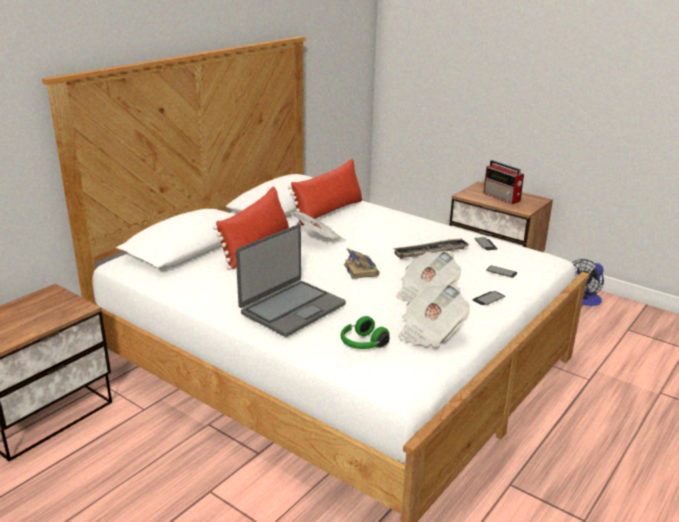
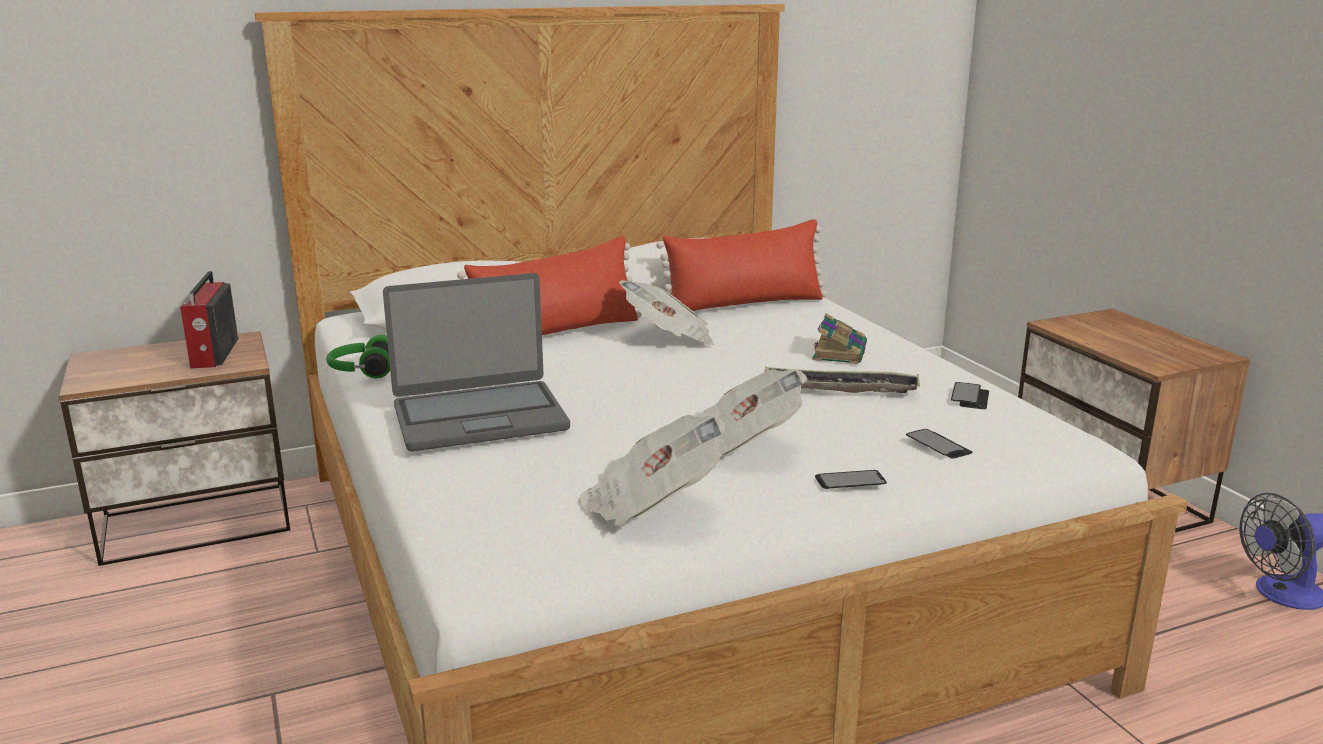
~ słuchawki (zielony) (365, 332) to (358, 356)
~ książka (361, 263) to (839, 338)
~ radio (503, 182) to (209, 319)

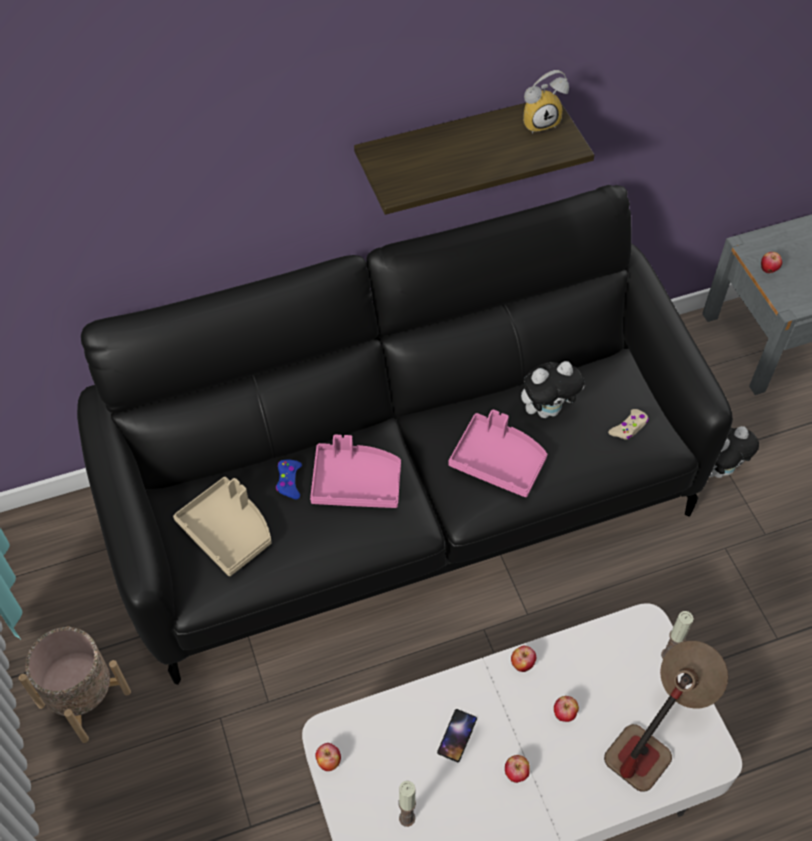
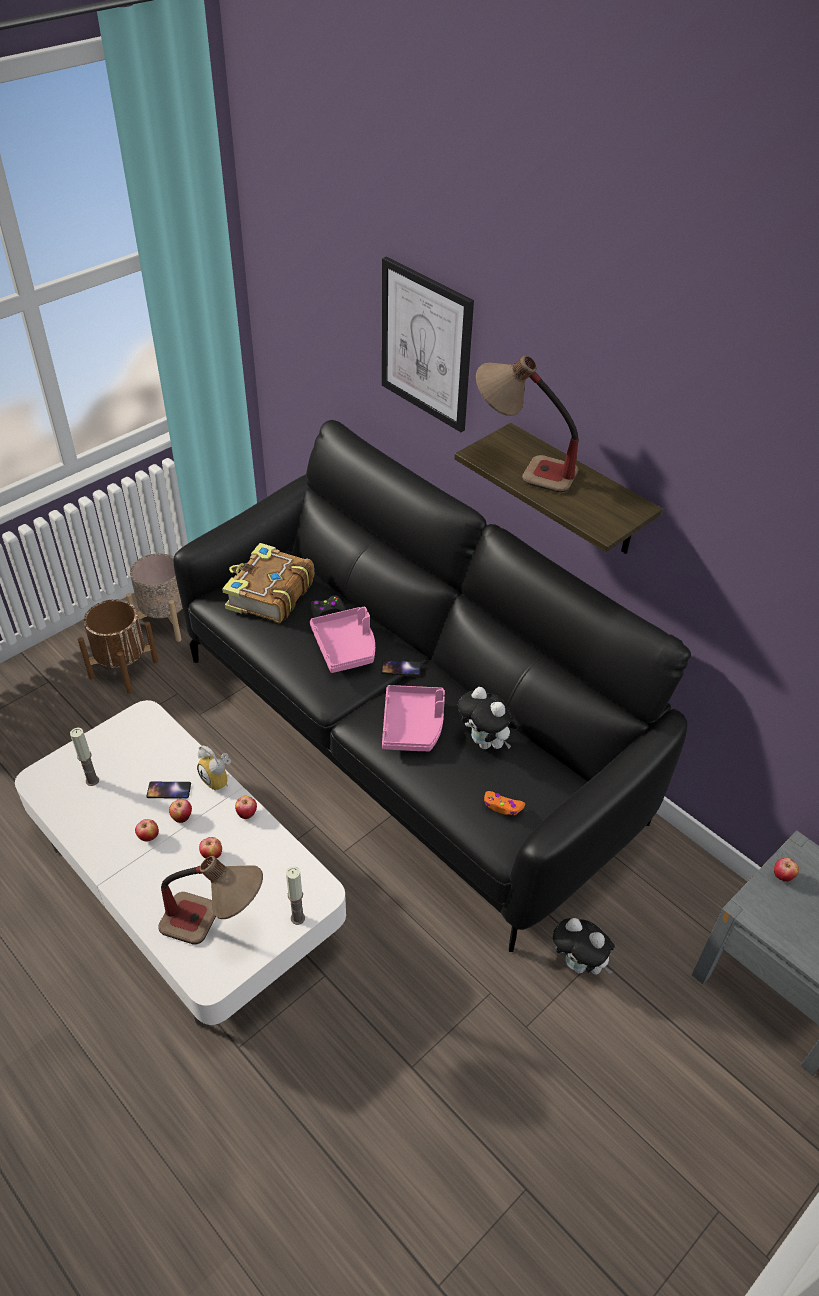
~ taca (beżowy) (222, 526) to książka (268, 583)
~ pad do gier (niebieski) (289, 479) to pad do gier (czarny) (328, 606)
~ jabłko (328, 757) to (180, 811)
~ budzik (546, 102) to (214, 768)
~ pad do gier (beżowy) (628, 424) to pad do gier (pomarańczowy) (504, 803)
+ donica (brązowy) (118, 646)
+ telefon (401, 668)
+ obraz (428, 344)
+ lampa stołowa (527, 424)

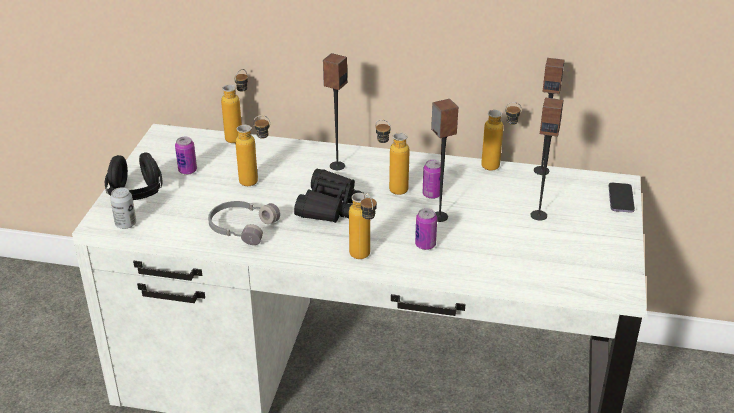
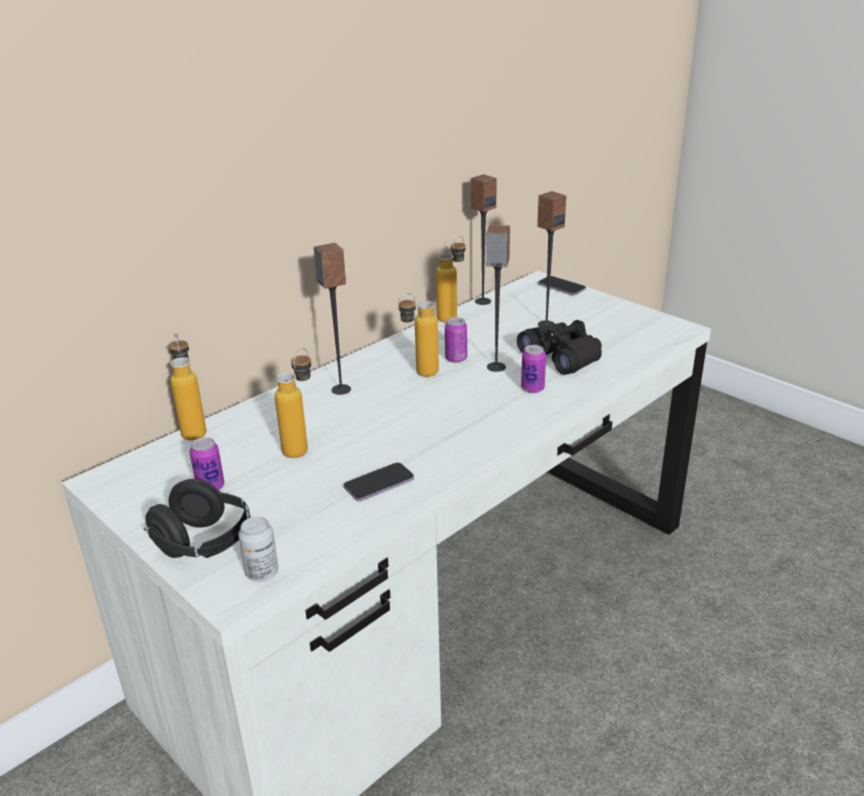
~ słuchawki (szary) (244, 223) to telefon (379, 482)
~ lornetka (czarny) (328, 196) to (559, 347)
- butelka (363, 226)

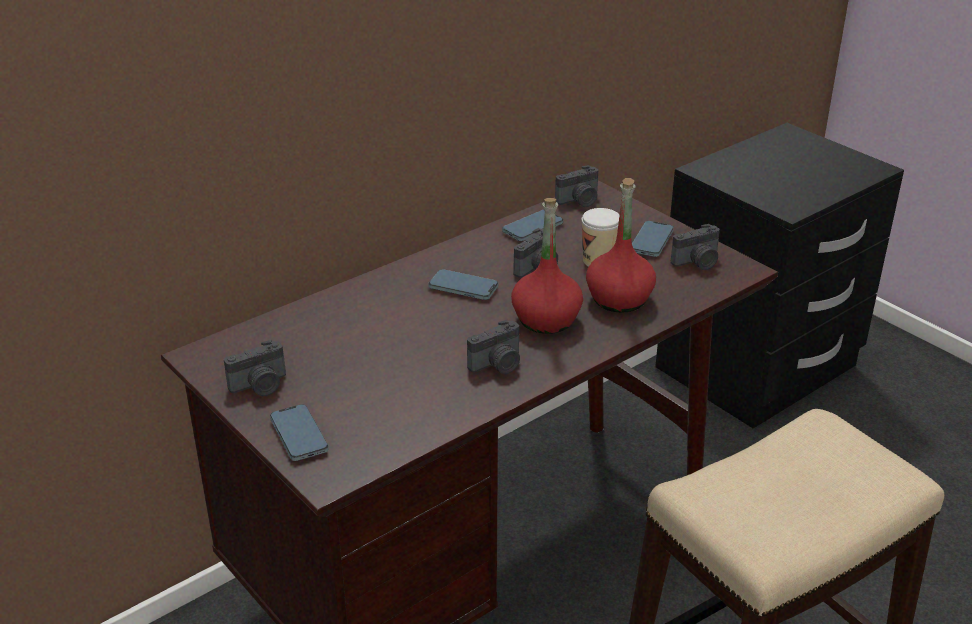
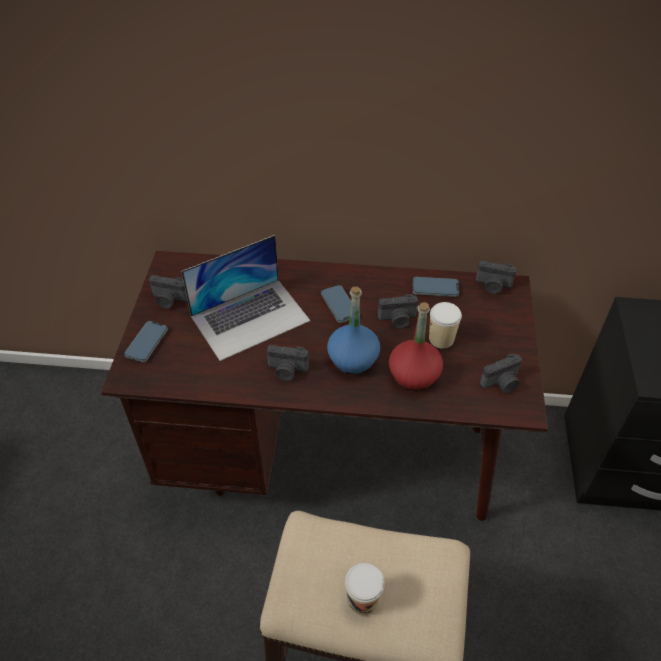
~ butelka (czerwony) (547, 266) to butelka (niebieski) (353, 330)
- telefon (653, 239)
~ aparat fotograficzny (695, 247) = (501, 373) 45 degrees counterclockwise
+ laptop (245, 298)
+ filiżanka (365, 589)

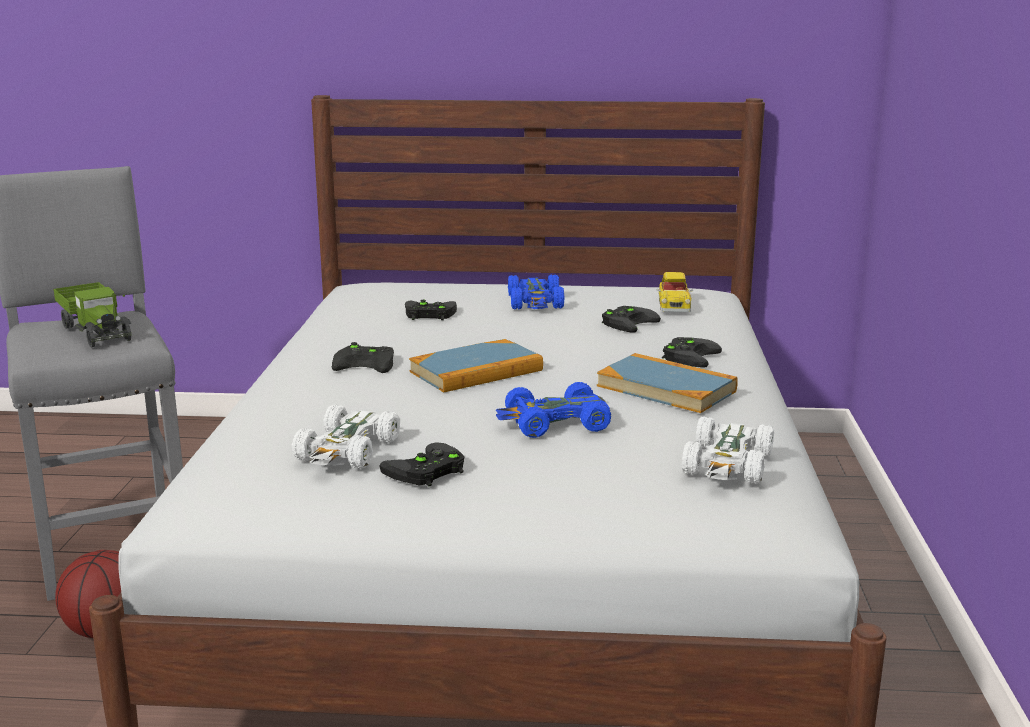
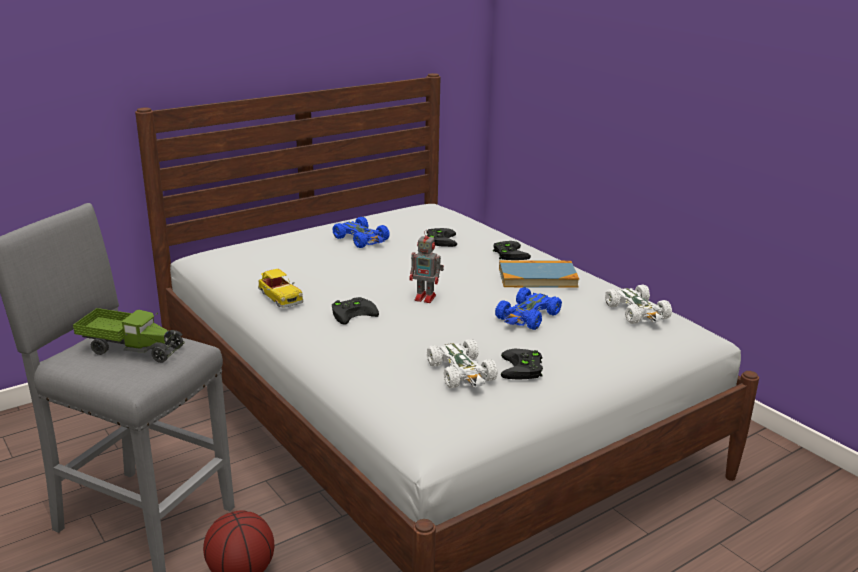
- pad do gier (czarny) (431, 310)
~ książka (476, 366) to robot zabawkowy (427, 266)
~ samochodzik (674, 292) to (280, 288)

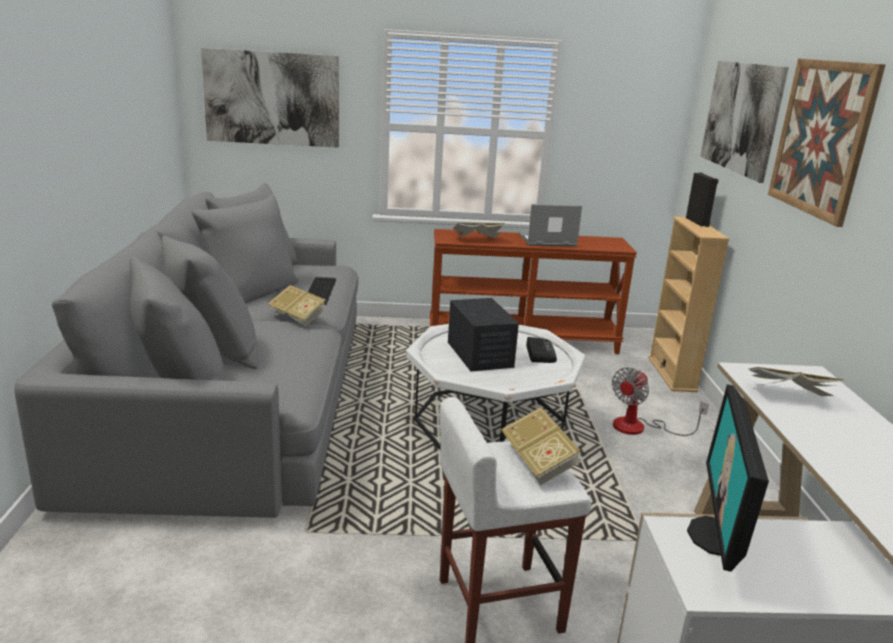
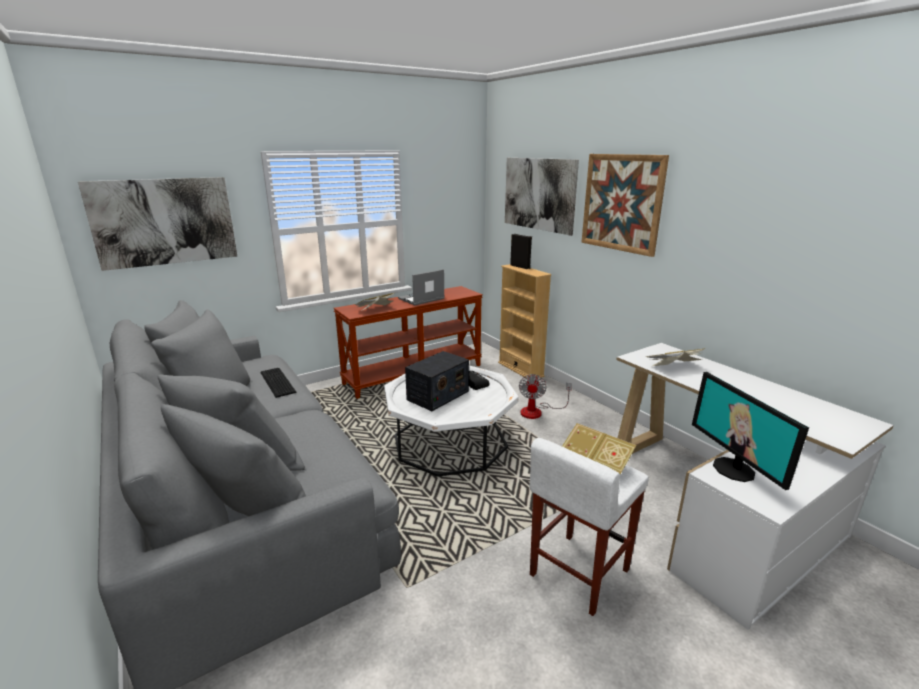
- książka (296, 306)
~ radio (483, 335) = (437, 381) 90 degrees clockwise

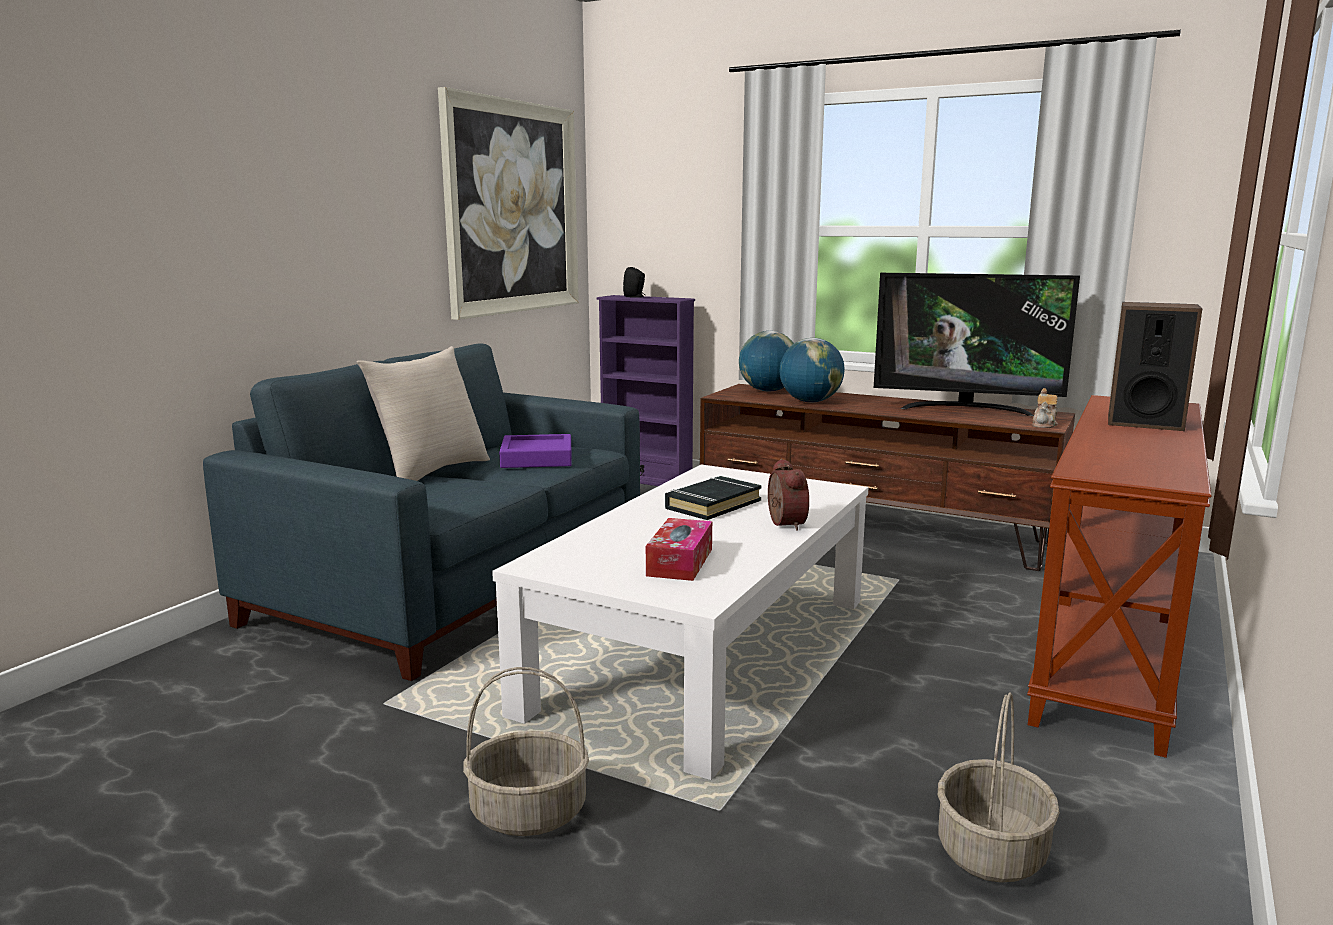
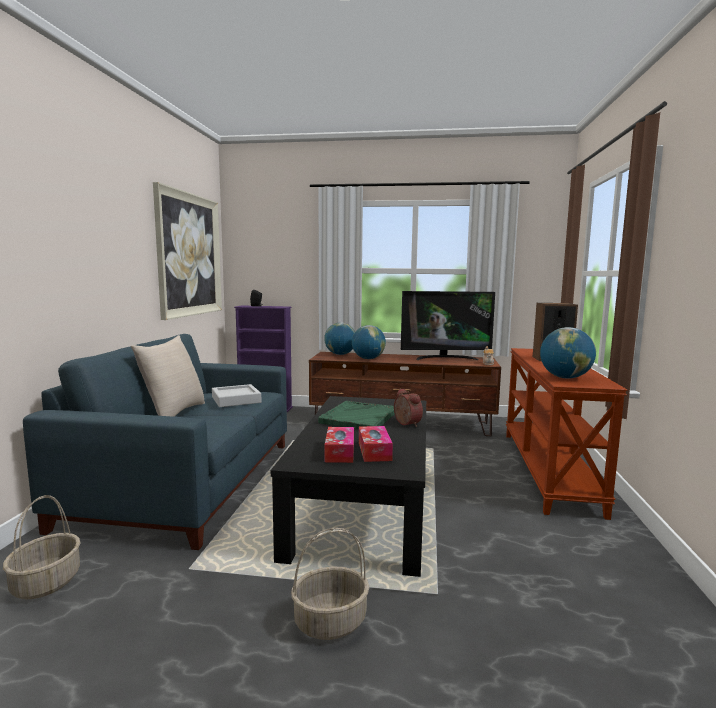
~ ława (biały) (680, 622) to ława (czarny) (348, 486)
~ taca (fioletowy) (535, 451) to taca (szary) (236, 395)
~ książka (czarny) (713, 498) to taca (zielony) (356, 415)
~ koszyk (999, 788) to (42, 547)
+ pudełko chusteczek (339, 445)
+ globus (568, 353)

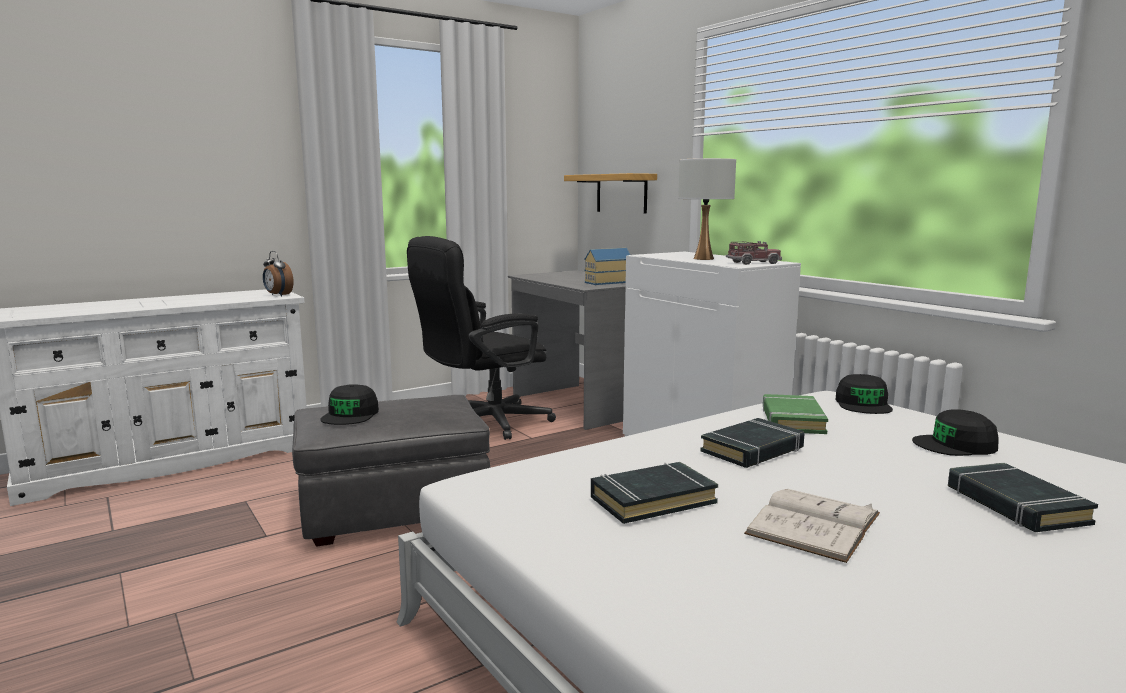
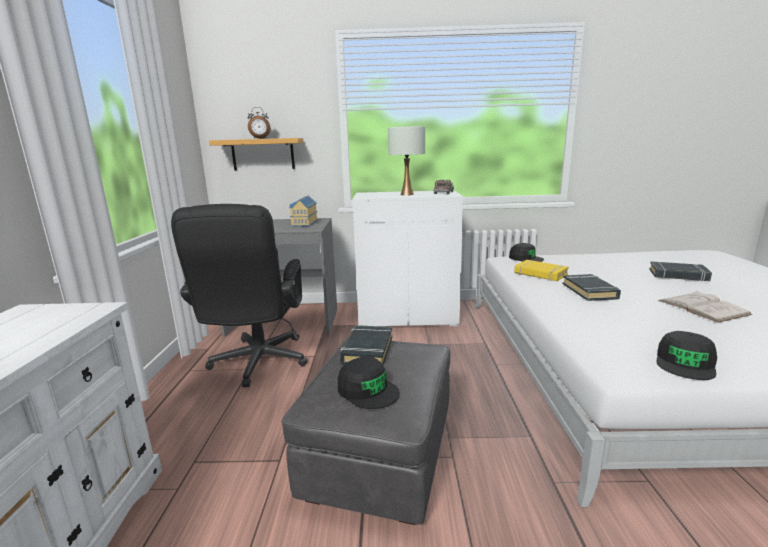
~ budzik (278, 274) to (259, 123)
~ książka (czarny) (654, 493) to (366, 345)
~ książka (zielony) (795, 414) to książka (żółty) (541, 270)
~ czapka z daszkiem (czarny) (955, 432) to (687, 355)

